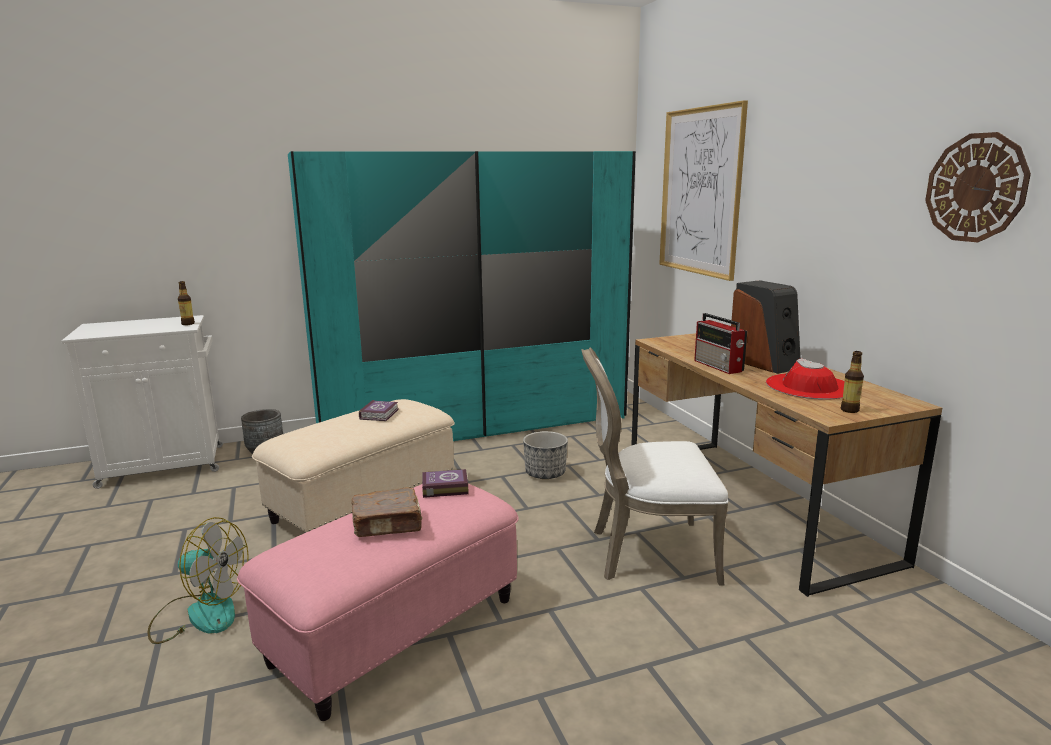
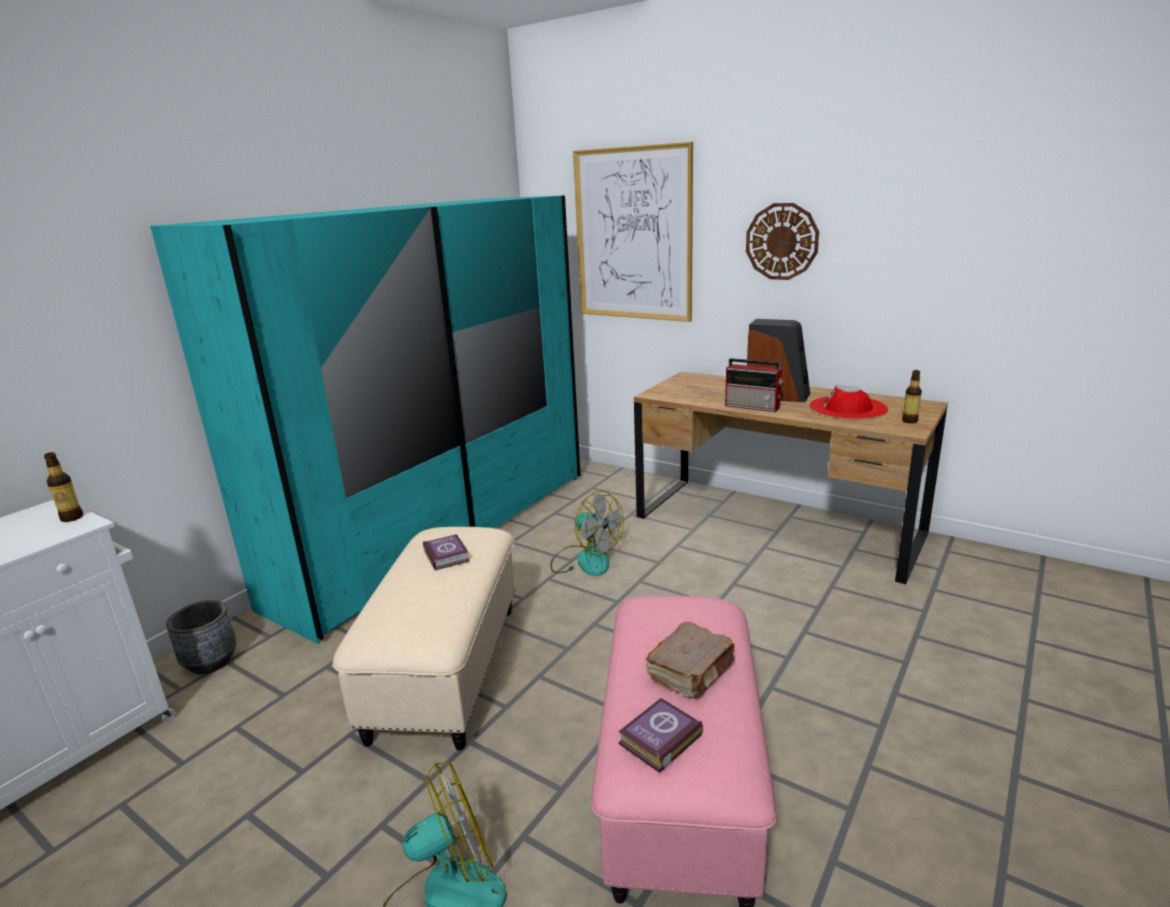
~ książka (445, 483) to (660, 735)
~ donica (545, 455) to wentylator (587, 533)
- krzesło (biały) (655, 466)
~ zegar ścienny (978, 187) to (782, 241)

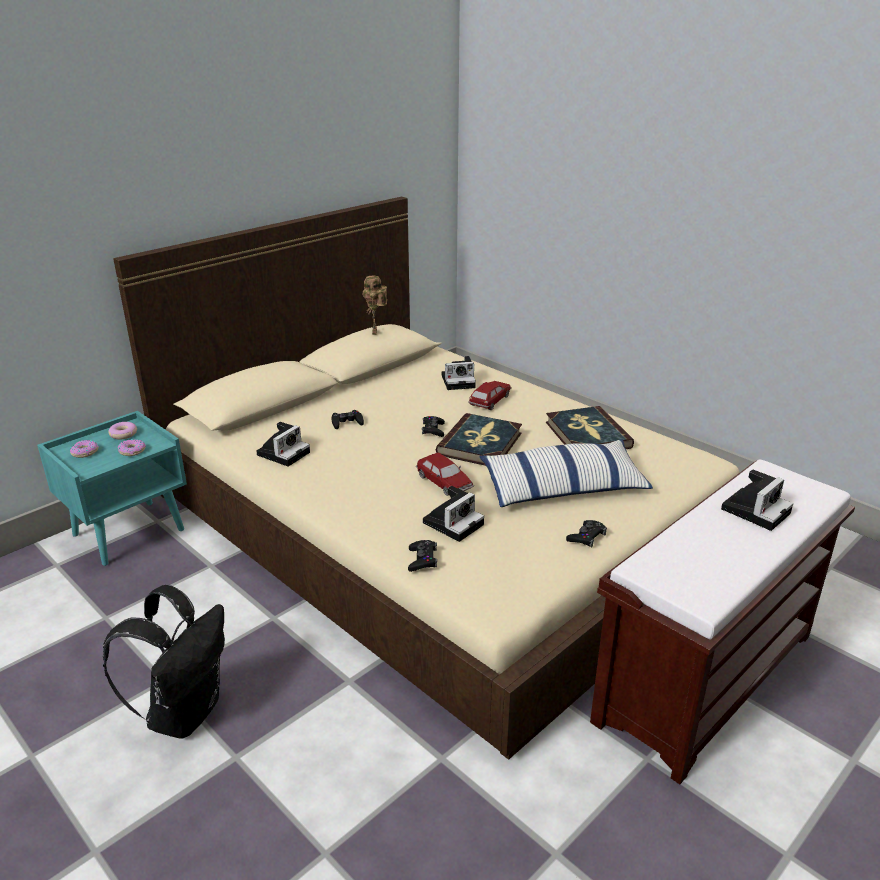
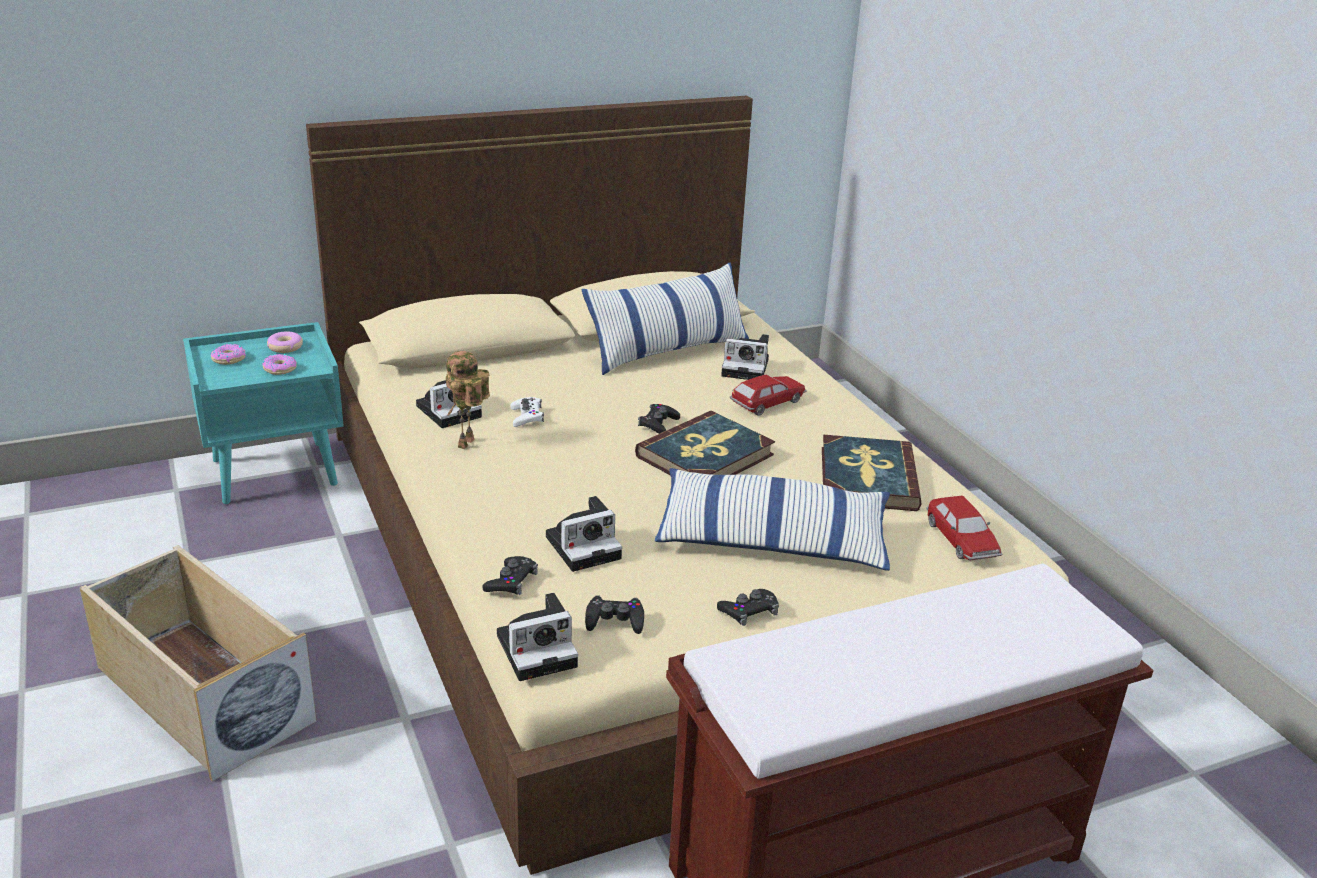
~ plecak (czarny) (164, 662) to pojemnik do przechowywania (beżowy) (198, 663)
~ pad do gier (czarny) (347, 419) to (614, 614)
~ robot zabawkowy (374, 305) to (468, 400)
~ samochodzik (445, 474) to (964, 528)
~ aparat fotograficzny (757, 500) to (537, 637)
+ pad do gier (biały) (527, 412)
+ poduszka (665, 319)

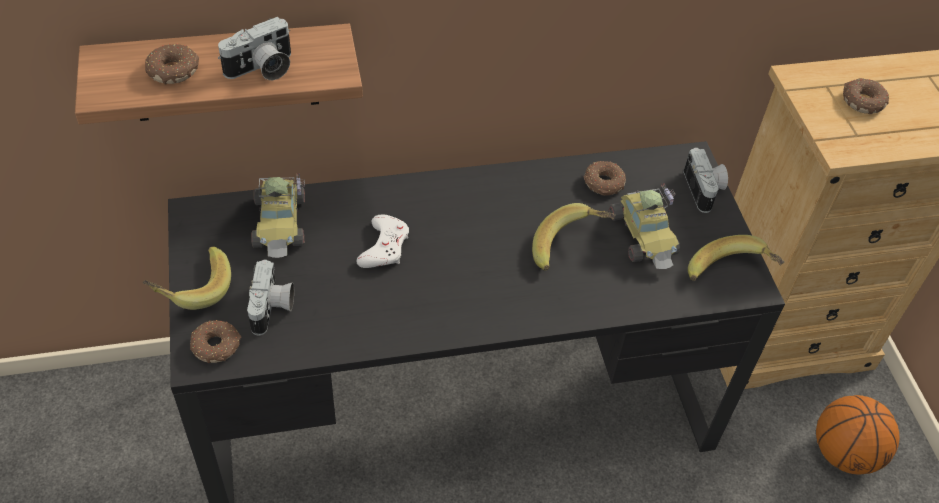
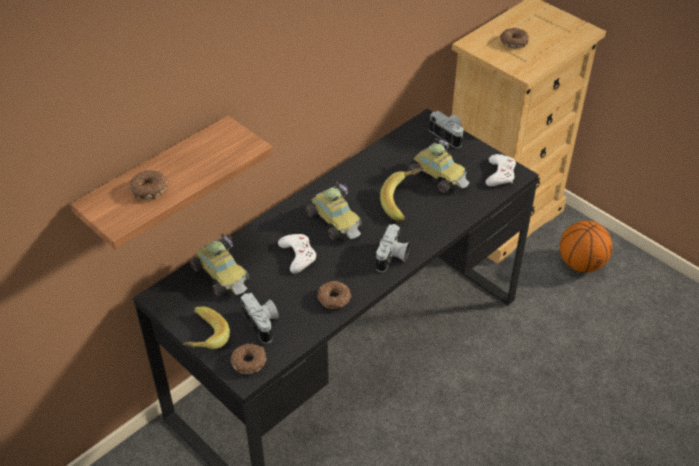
~ aparat fotograficzny (254, 48) to (393, 248)
~ donut (605, 178) to (335, 295)
~ banan (736, 258) to pad do gier (biały) (501, 170)
+ samochodzik (334, 210)

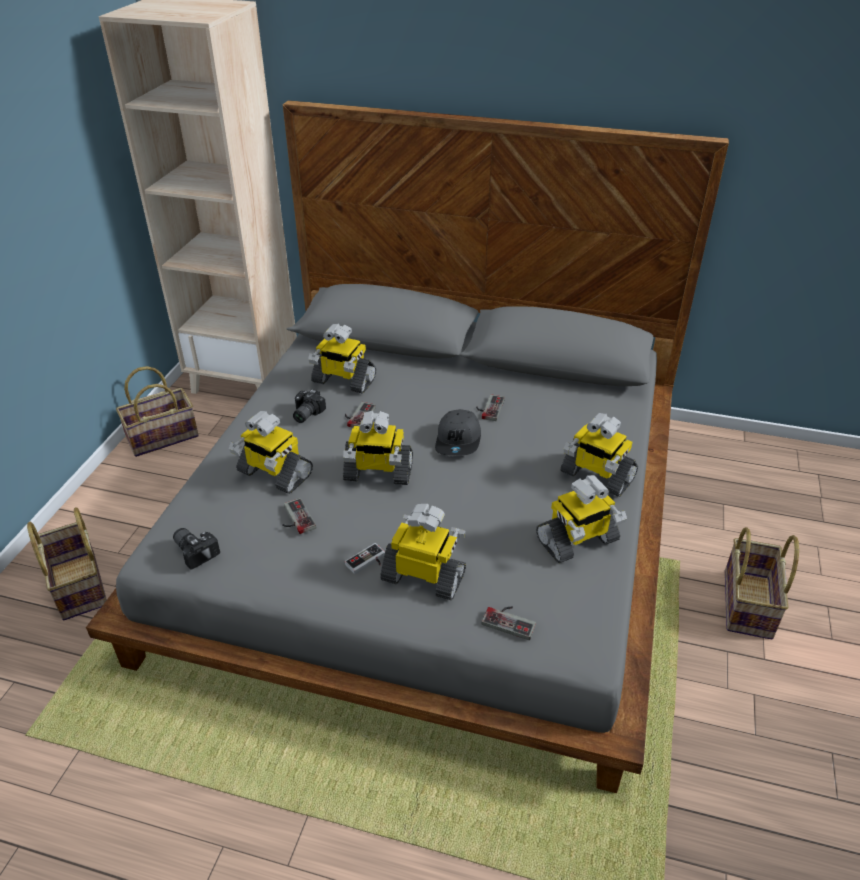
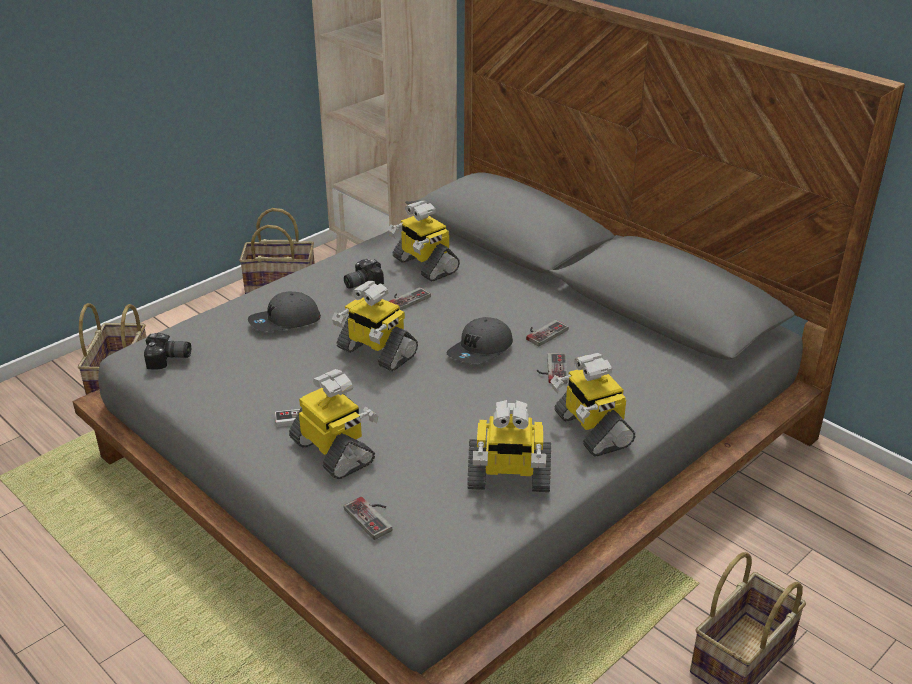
~ aparat fotograficzny (196, 549) = (167, 351) 105 degrees clockwise
~ robot zabawkowy (271, 452) to czapka z daszkiem (szary) (284, 311)
~ pad do gier (299, 516) to (552, 368)

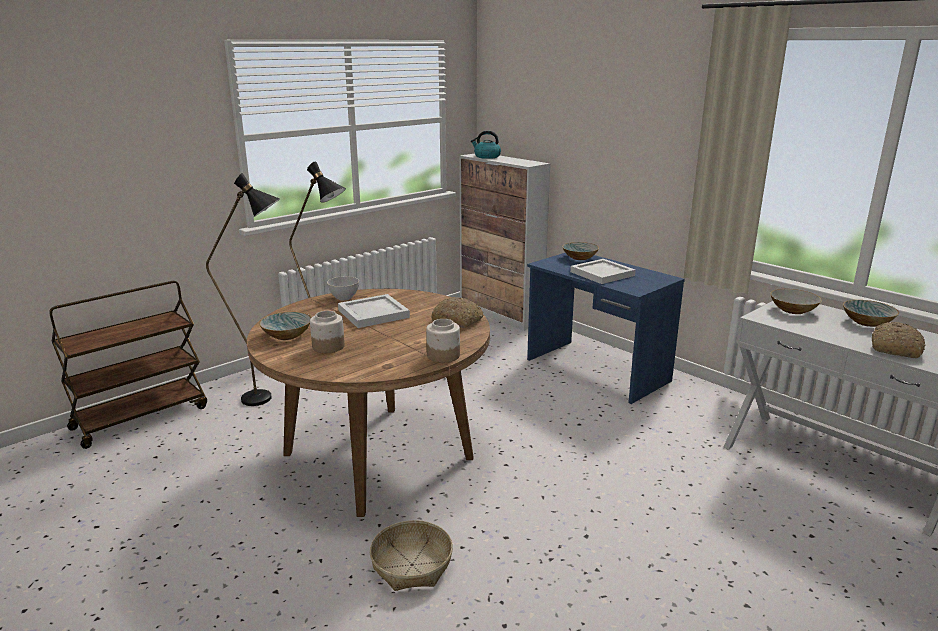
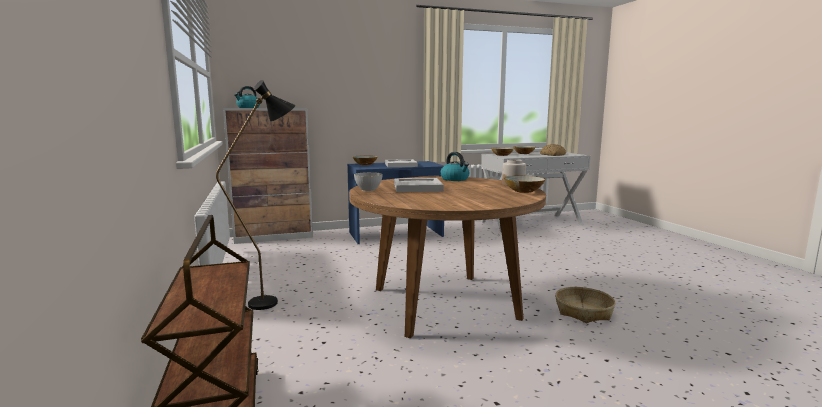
- lampa stojąca (czarny) (243, 289)
~ miska (285, 326) to (525, 184)
- słoik (327, 332)
~ chleb (457, 312) to czajnik (455, 166)

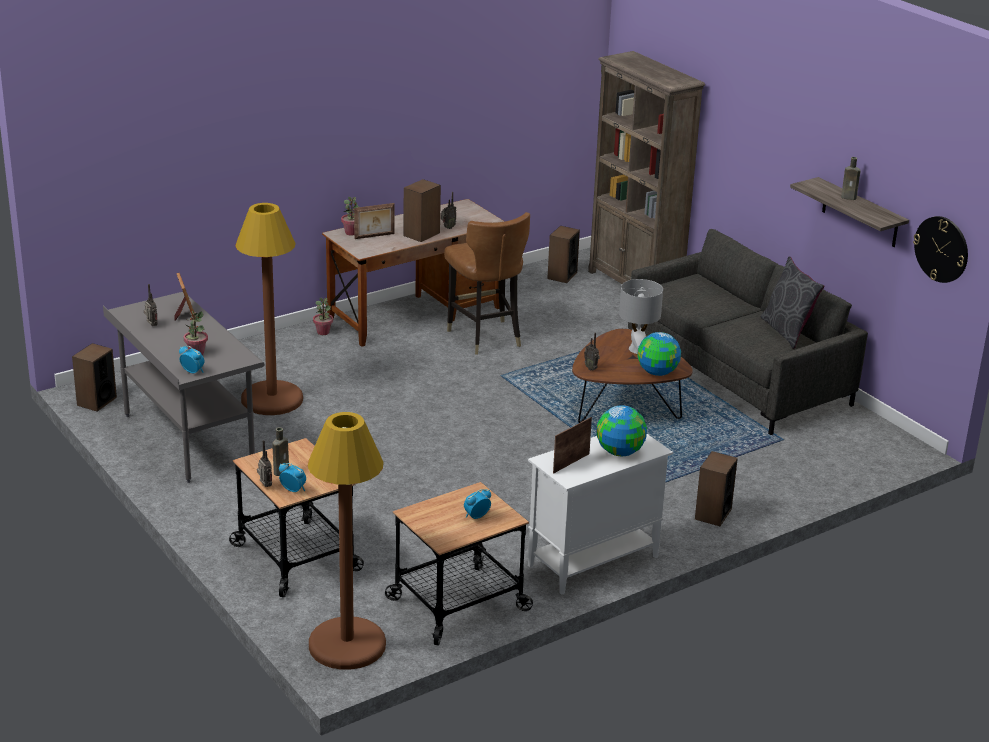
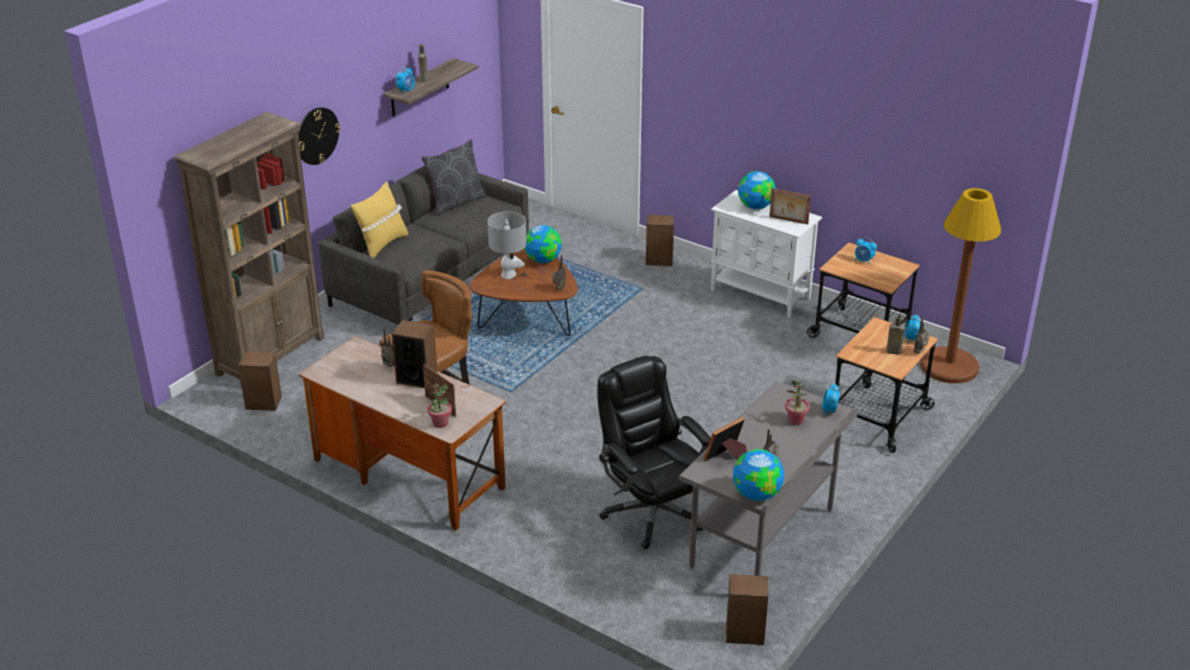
~ lampa stojąca (brązowy) (269, 309) to krzesło biurowe (czarny) (654, 452)
- roślina doniczkowa (323, 316)
~ zegar ścienny (940, 249) to (319, 136)
+ poduszka (żółty) (379, 220)
+ budzik (405, 80)
+ globus (758, 475)

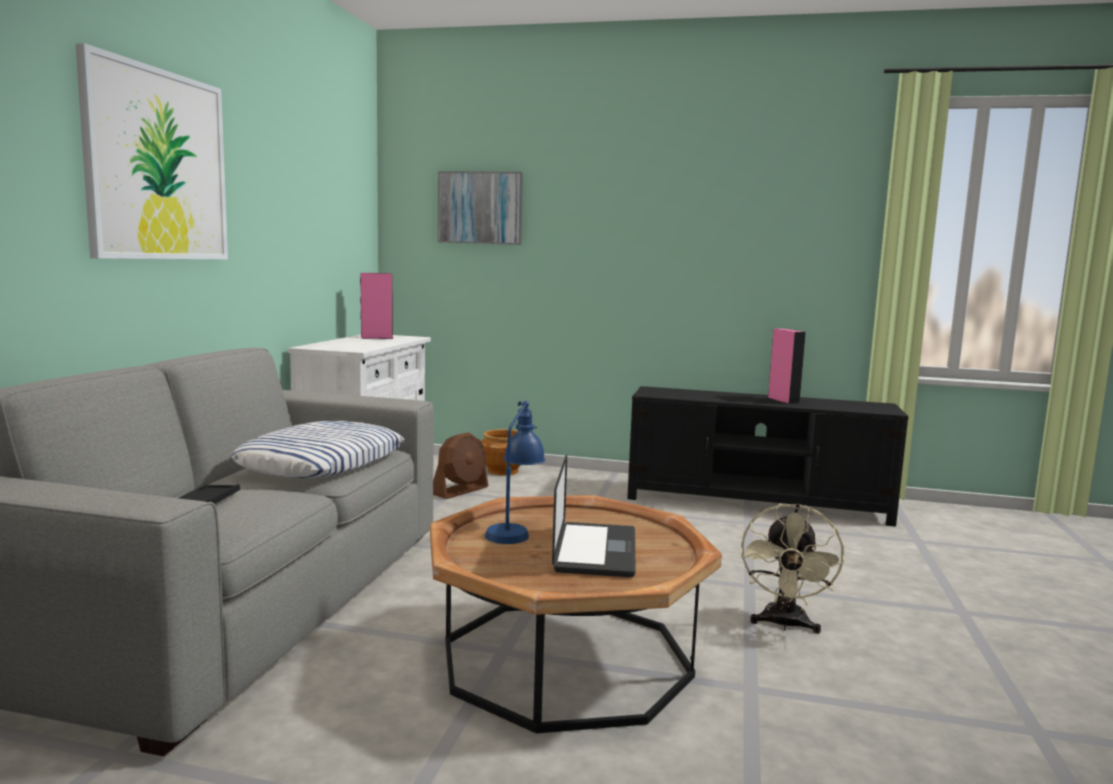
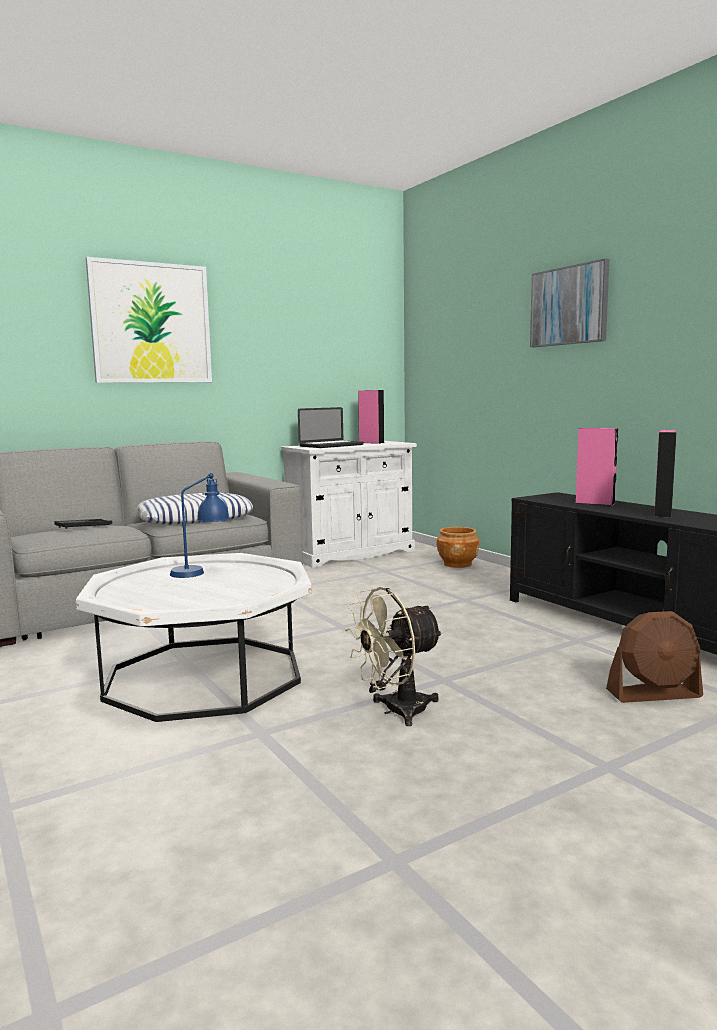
~ ława (brązowy) (576, 614) to ława (biały) (194, 637)
~ wentylator (brązowy) (460, 465) to (654, 657)
~ obraz (480, 208) to (569, 302)
~ laptop (594, 515) to (331, 427)
+ głośnik (różowy) (597, 467)

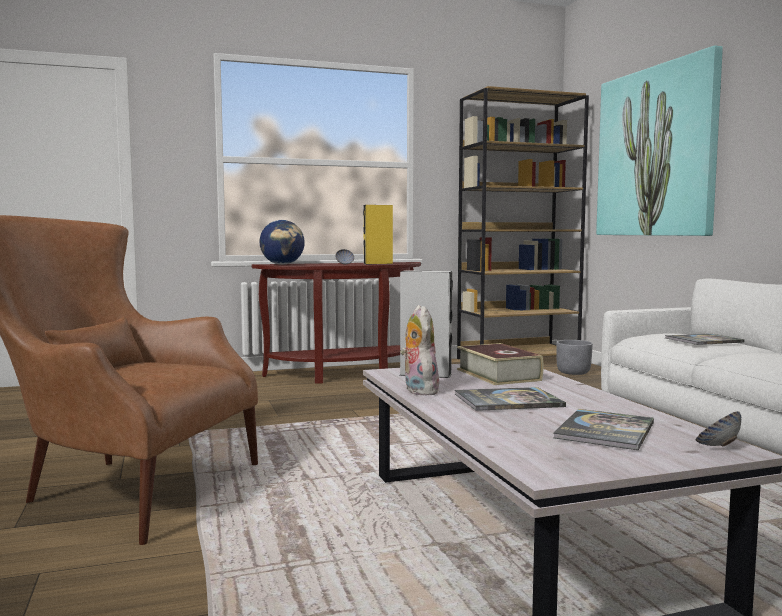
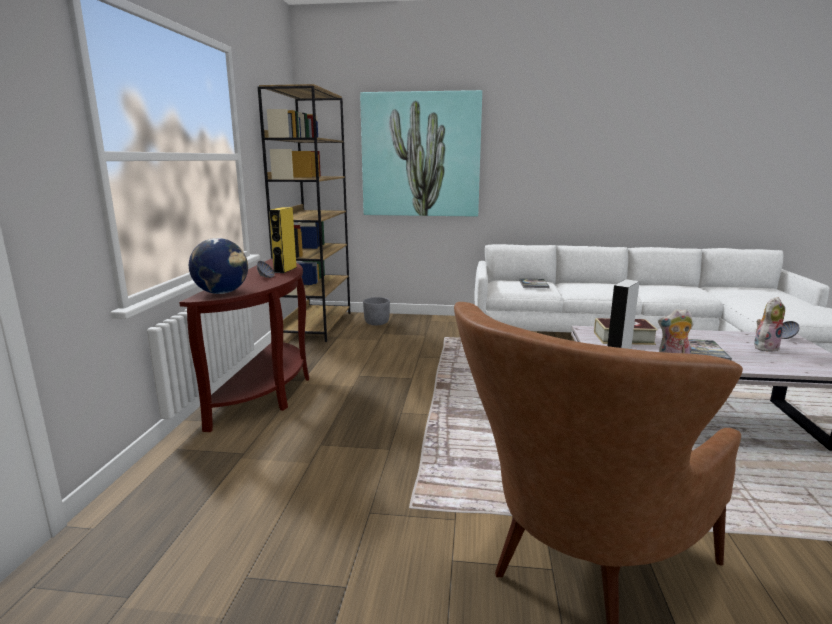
~ książka (603, 429) to pluszak (769, 324)

